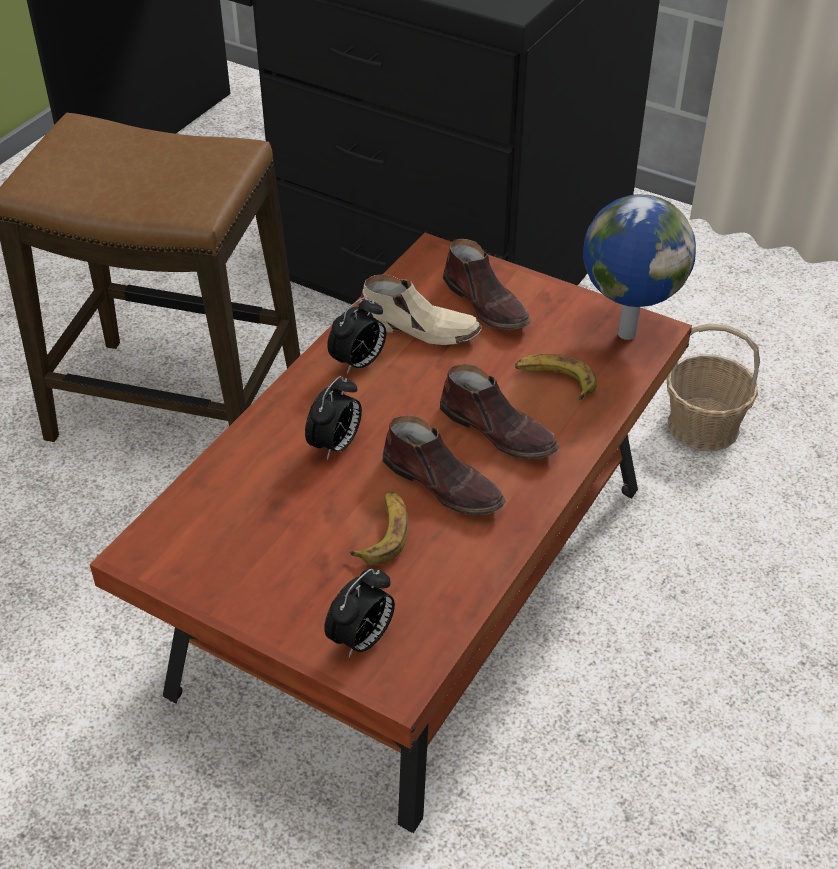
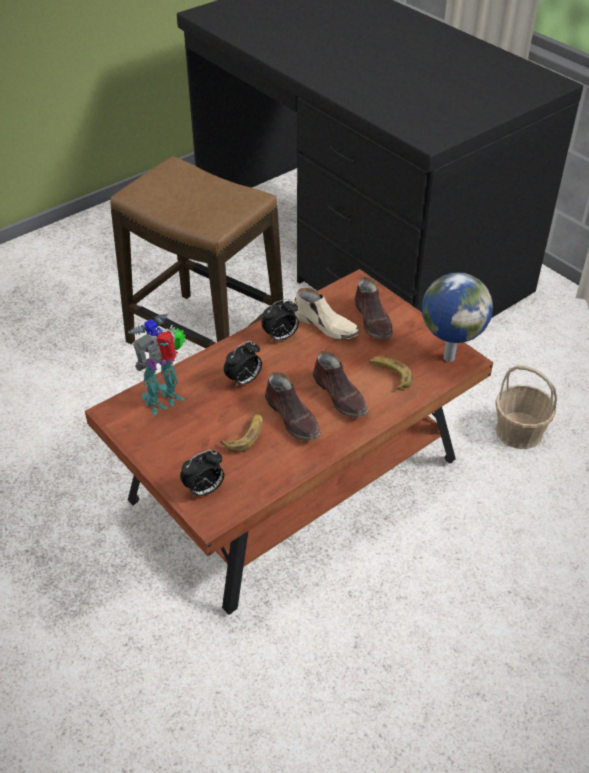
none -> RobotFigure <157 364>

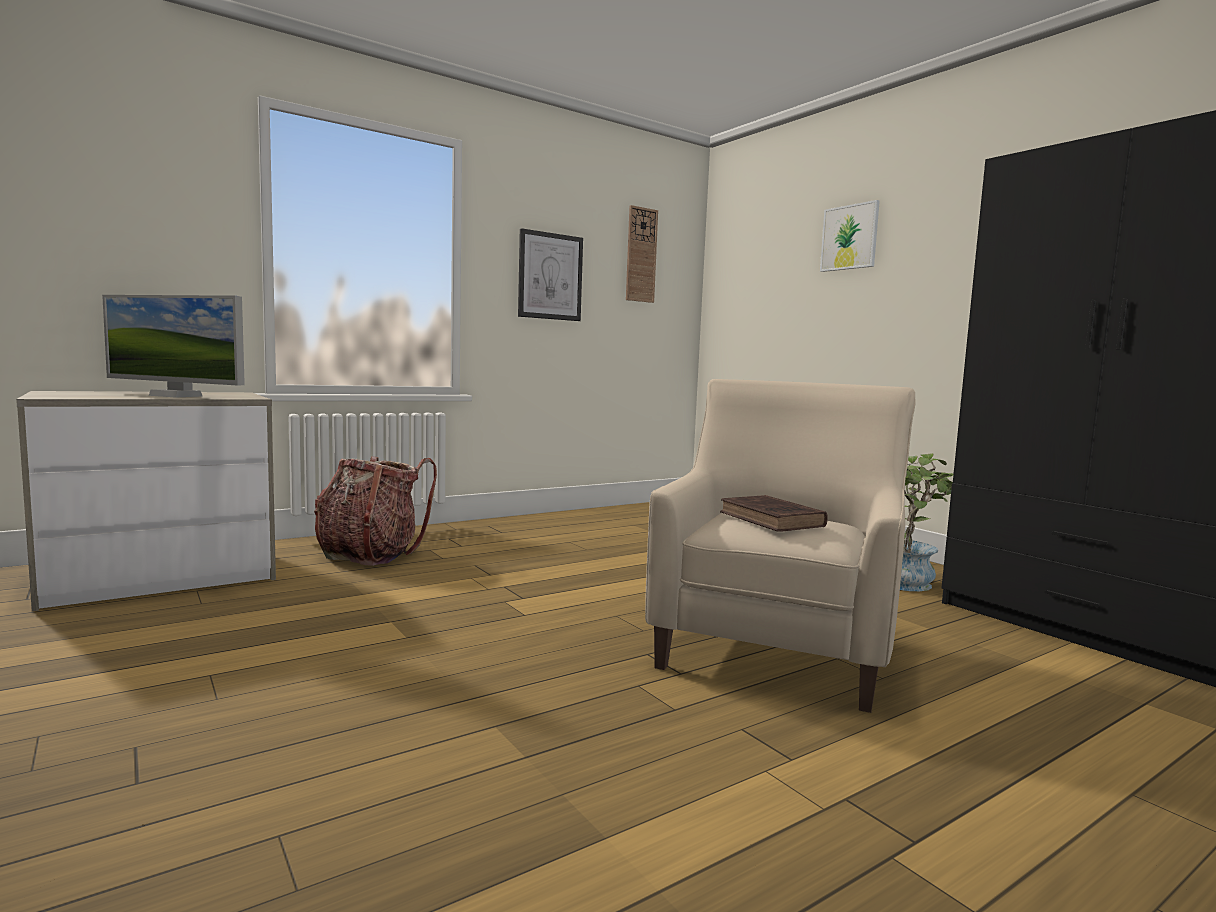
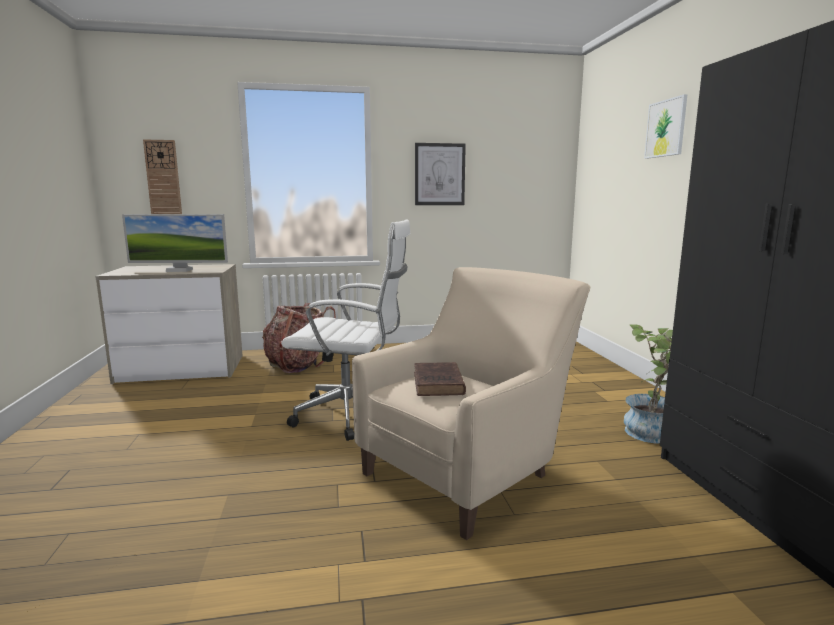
ComputerScreen <173 346> -> ComputerScreen <175 243>, 45 degrees counterclockwise
ClockOnTheWall <642 254> -> ClockOnTheWall <162 177>, moved
none -> WhiteDeskChair <346 330>

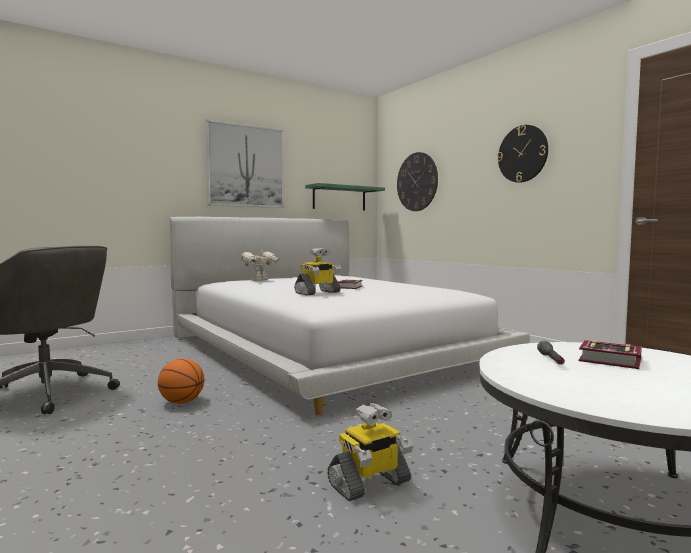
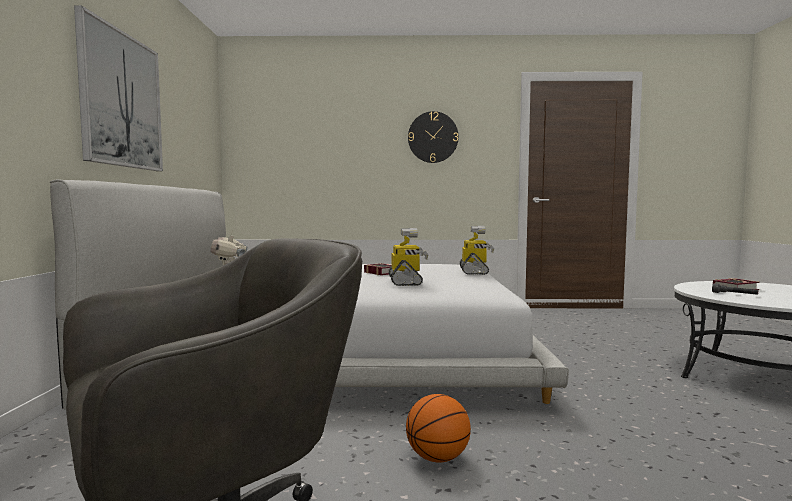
GreenWallShelf <345 196> -> none
RobotFigure <370 452> -> RobotFigure <477 250>, moved
ClockOnTheWall <417 181> -> none

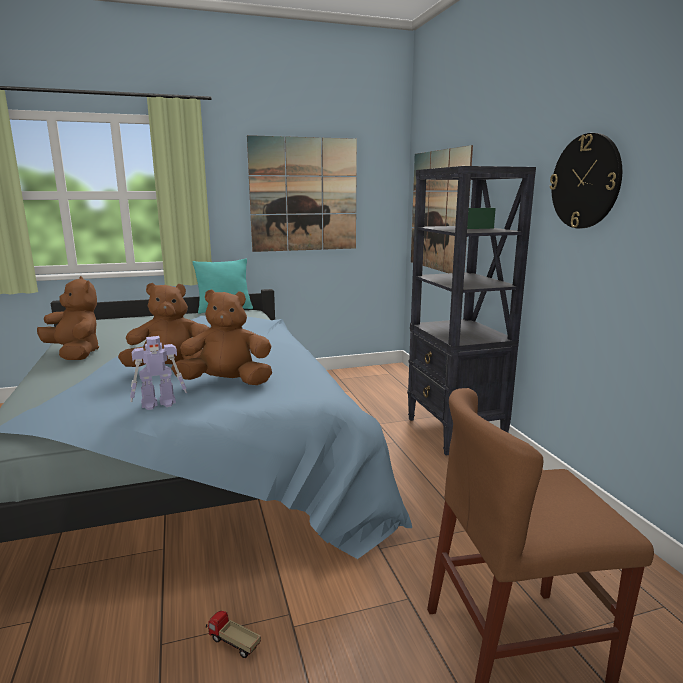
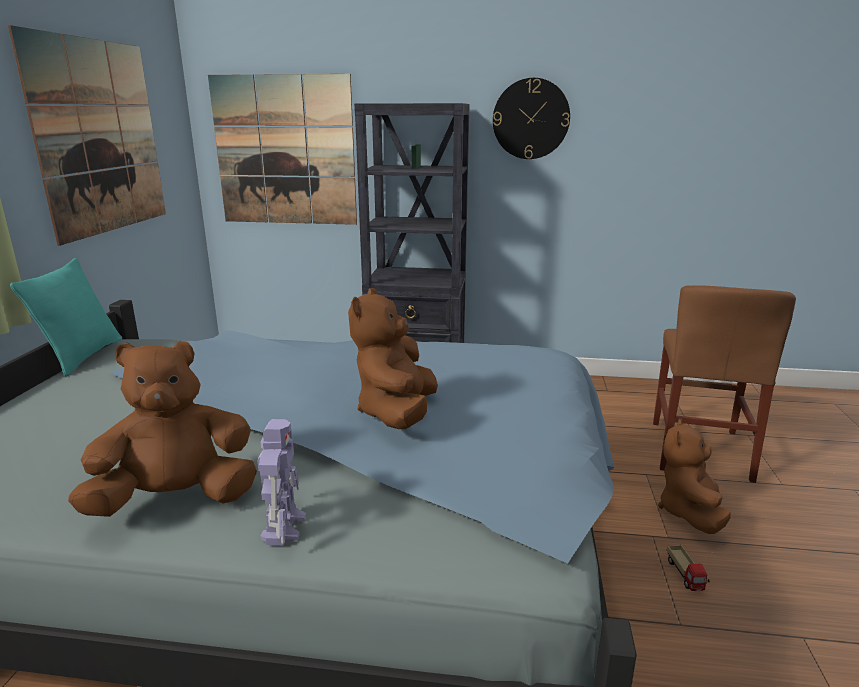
RobotFigure <158 373> -> RobotFigure <281 482>, moved
BrownishCuddlyToy <221 337> -> BrownishCuddlyToy <694 476>, moved
ModelTruck <233 634> -> ModelTruck <688 568>, 60 degrees counterclockwise

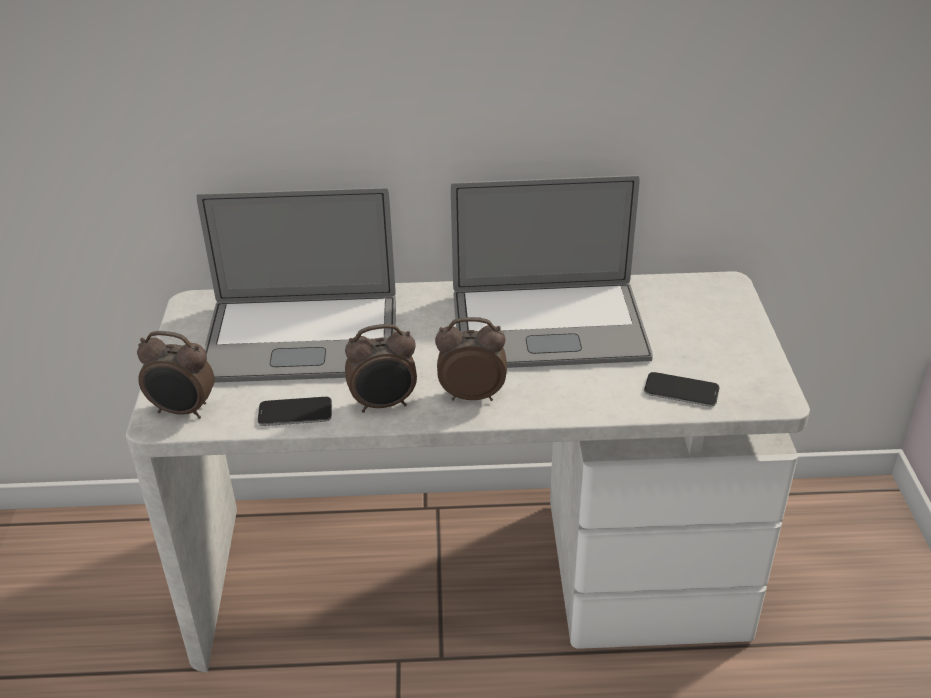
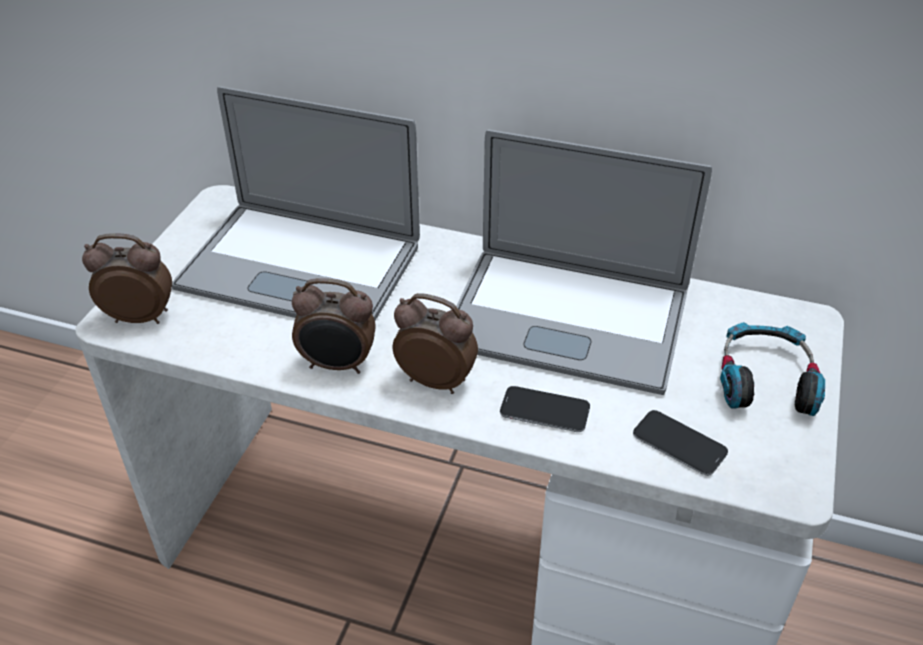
TableClock <175 375> -> TableClock <127 278>, 150 degrees clockwise
Telephone <295 411> -> Telephone <545 409>, moved
none -> Headset <772 369>

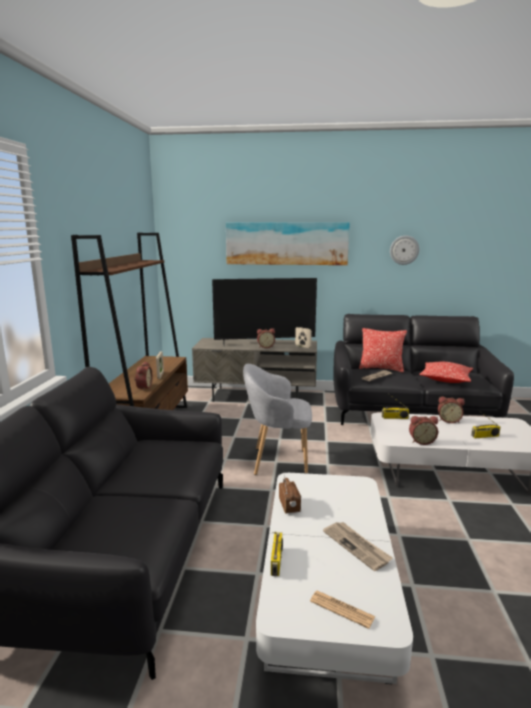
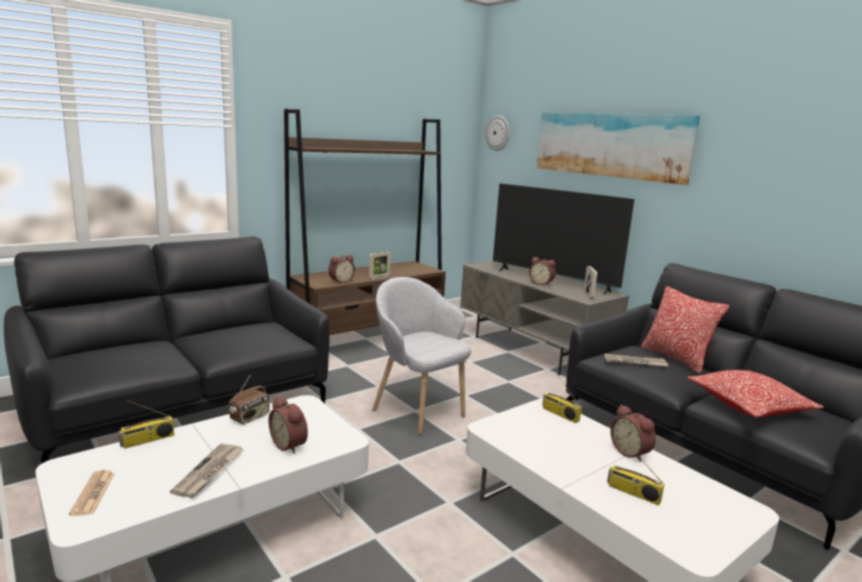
ClockOnTheWall <404 250> -> ClockOnTheWall <497 133>, moved
TableClock <423 430> -> TableClock <288 425>, moved

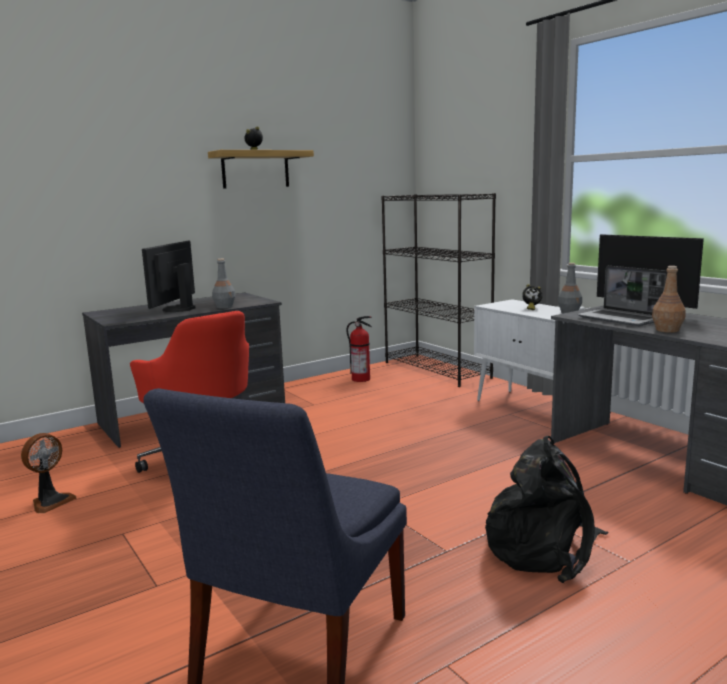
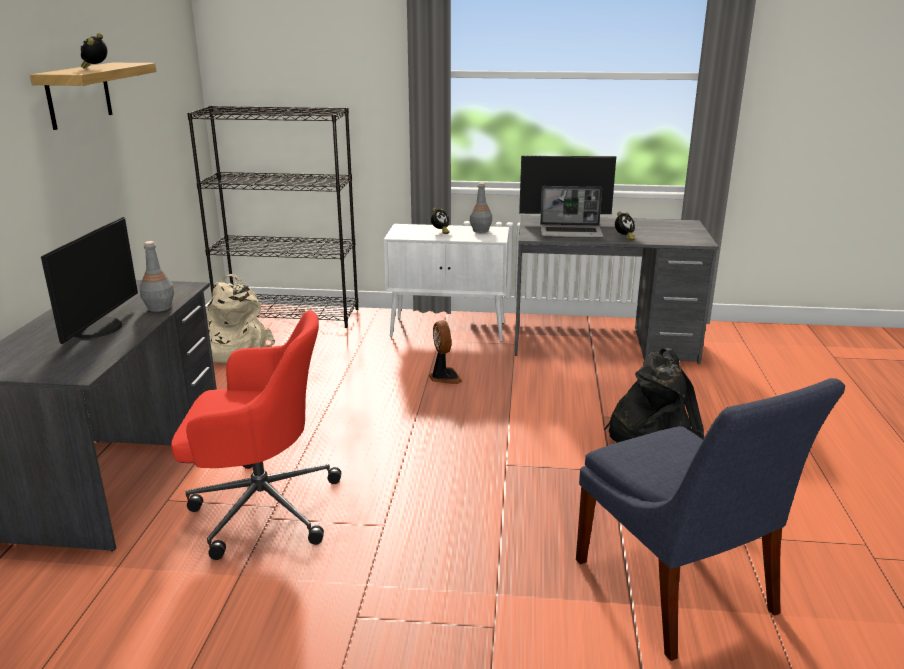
Fan <48 473> -> Fan <446 352>, moved
ComputerScreen <168 276> -> ComputerScreen <89 280>, 135 degrees counterclockwise
FireFightingCylinder <359 349> -> SandColouredRucksack <240 318>
BrownishBottle <669 299> -> TableClock <625 226>

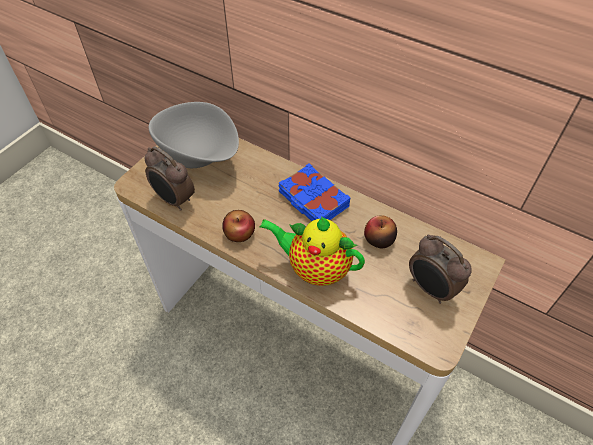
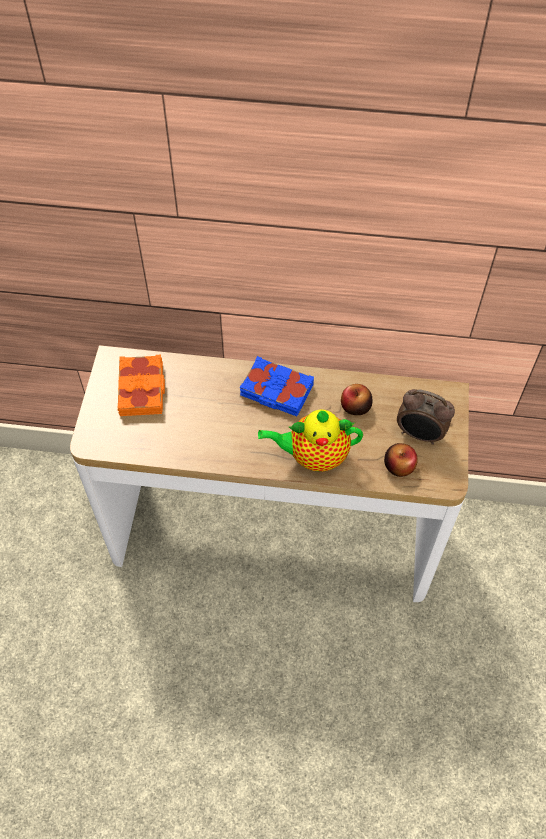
TableClock <169 178> -> none
GreyishBowl <194 135> -> OrangeColouredBoundBook <141 385>
Apple <238 226> -> Apple <401 460>, moved

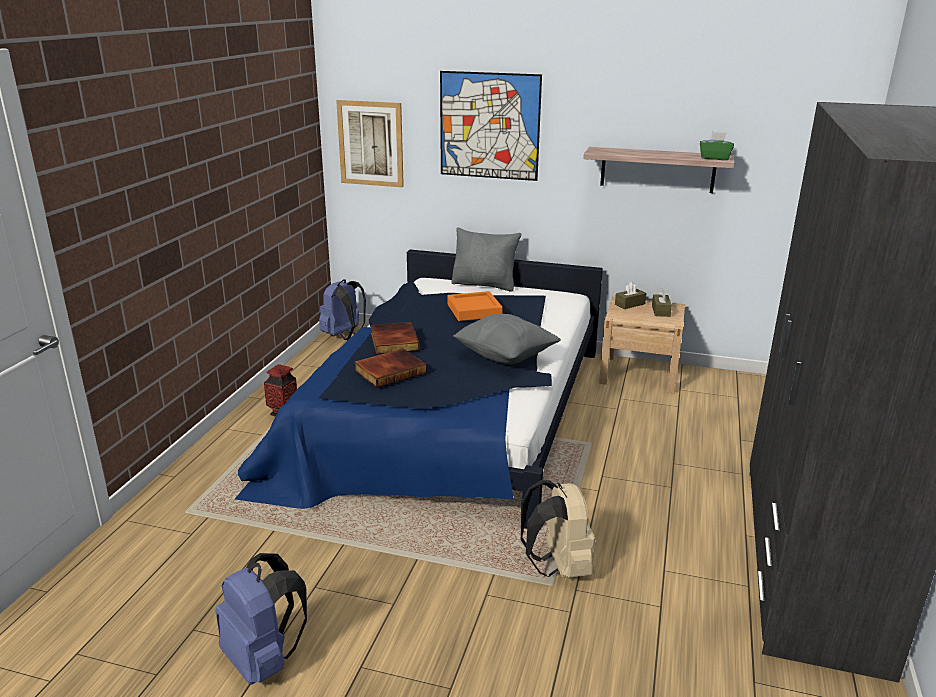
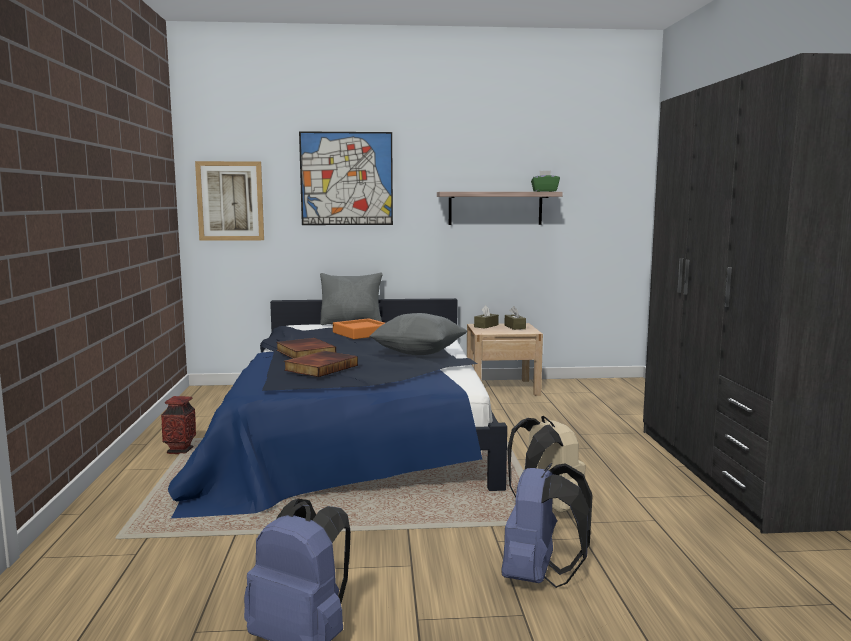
BluishRucksack <342 309> -> BluishRucksack <547 525>, moved

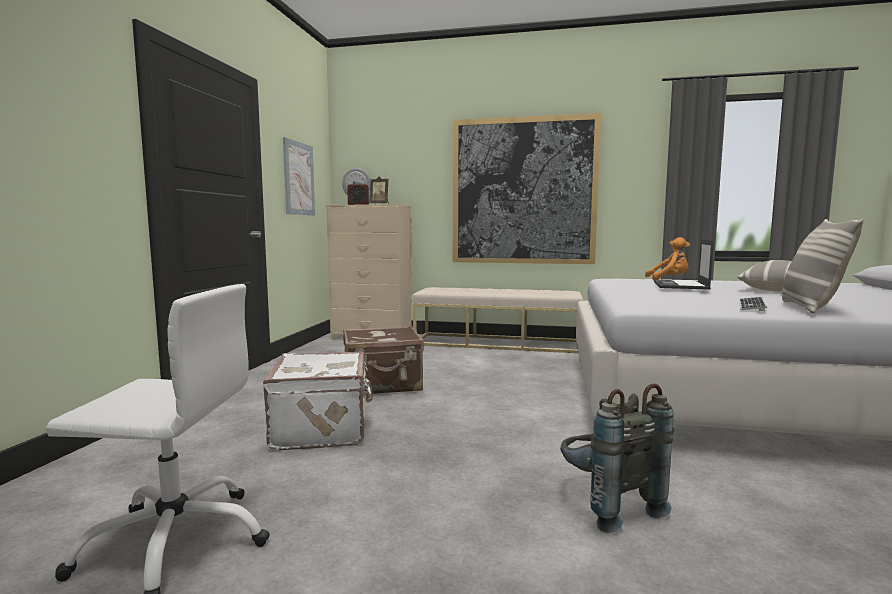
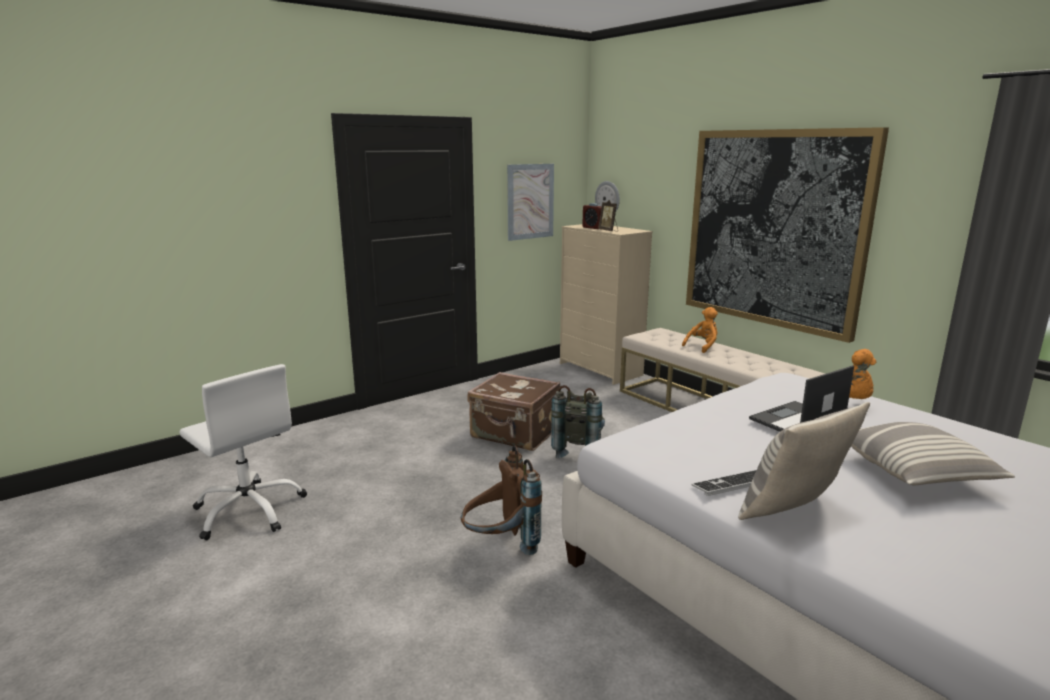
WhitePieceOfLuggage <318 400> -> none
GreyishRucksack <617 458> -> GreyishRucksack <578 421>, moved
none -> BrownishRucksack <501 500>
none -> OrangeColouredCuddlyToy <700 330>

